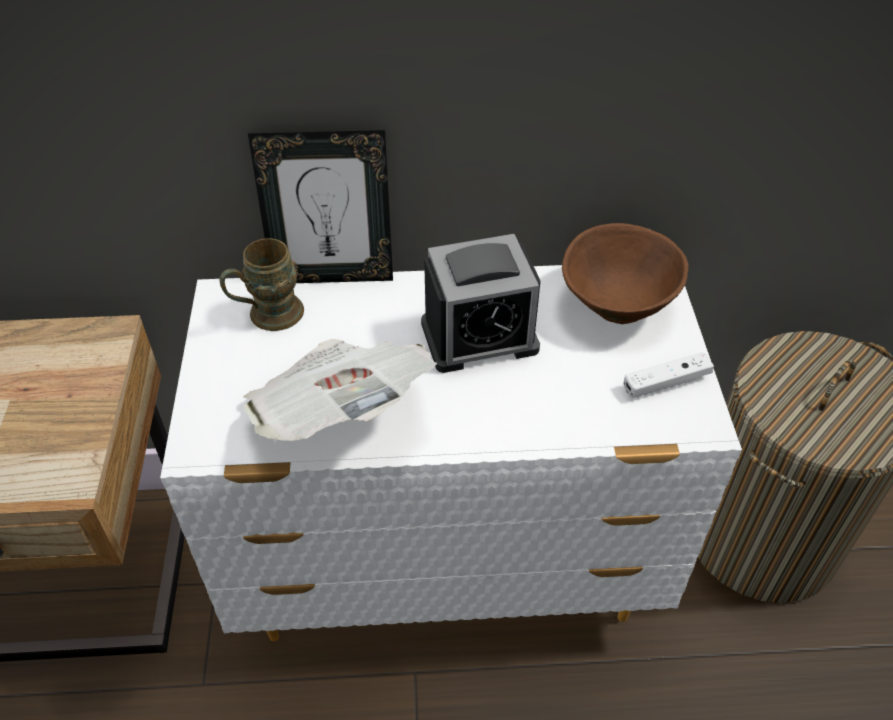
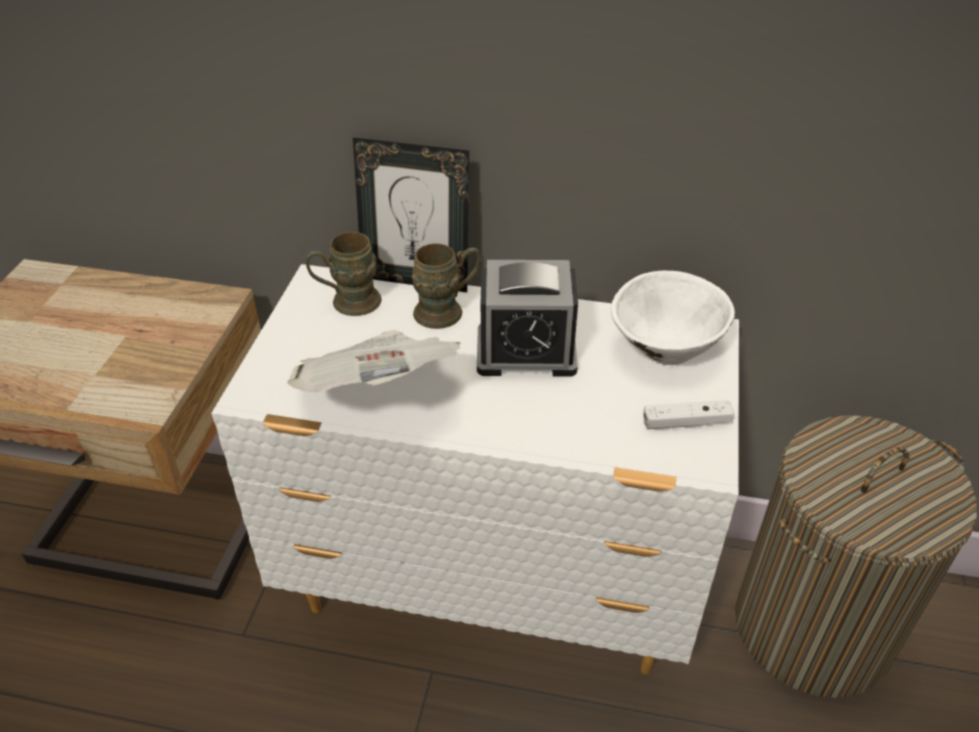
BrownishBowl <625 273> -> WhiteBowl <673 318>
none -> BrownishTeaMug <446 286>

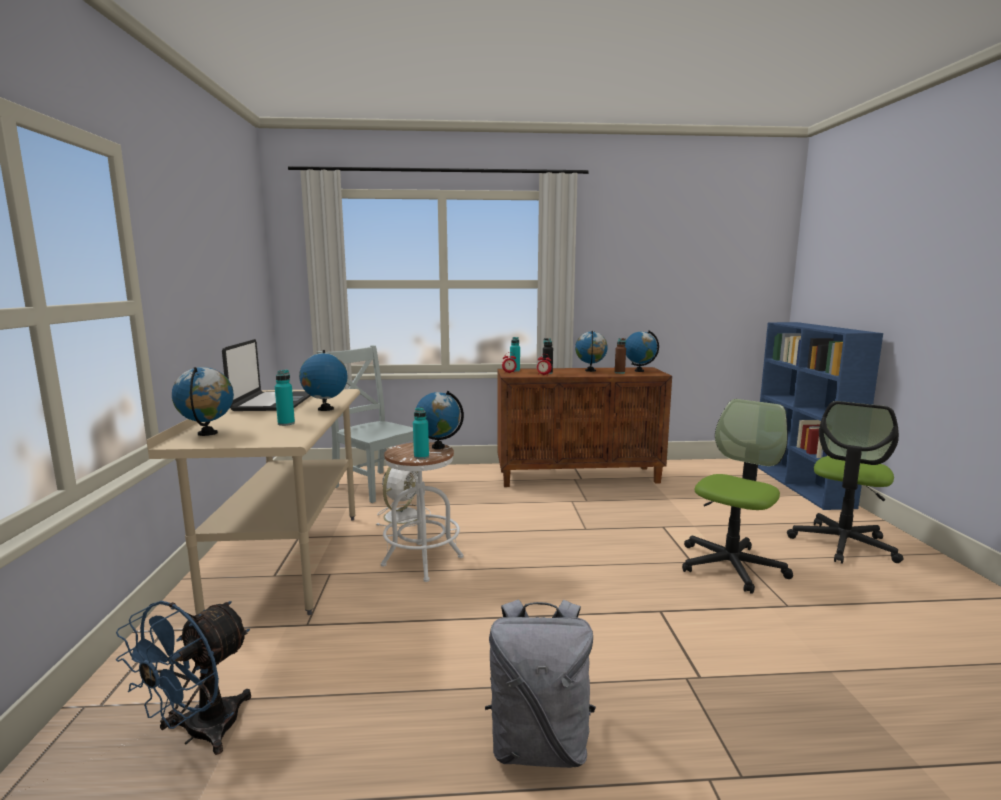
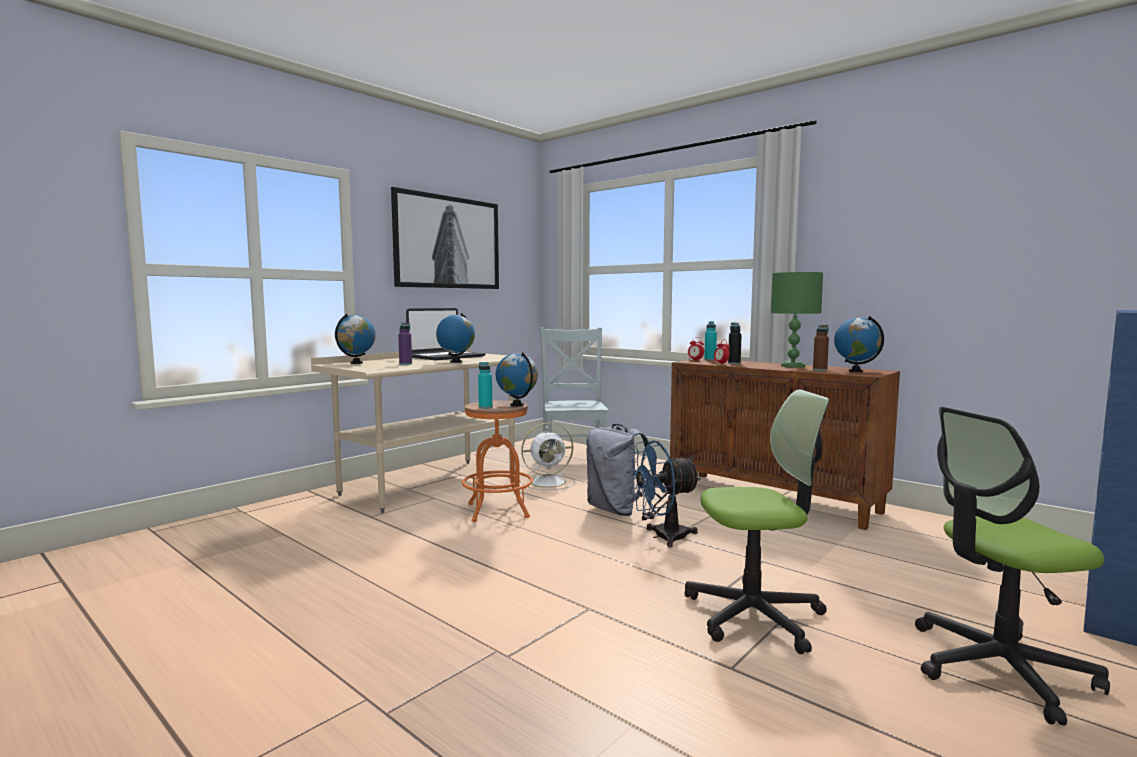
BluishFan <183 678> -> BluishFan <664 493>, moved
TurquoiseBottle <285 397> -> PurplishBottle <405 343>
WhiteSittingStool <422 512> -> OrangeColouredSittingStool <497 461>
GreyishRucksack <540 683> -> GreyishRucksack <622 470>, moved
DeskGlobe <591 351> -> GreenLampForATable <797 320>
none -> WallPicture <445 238>

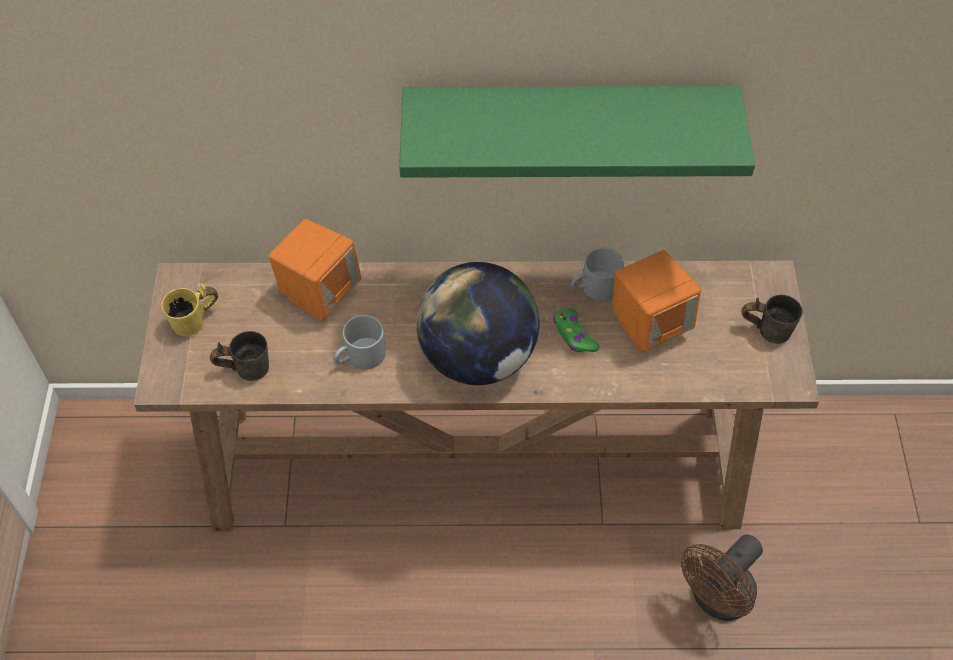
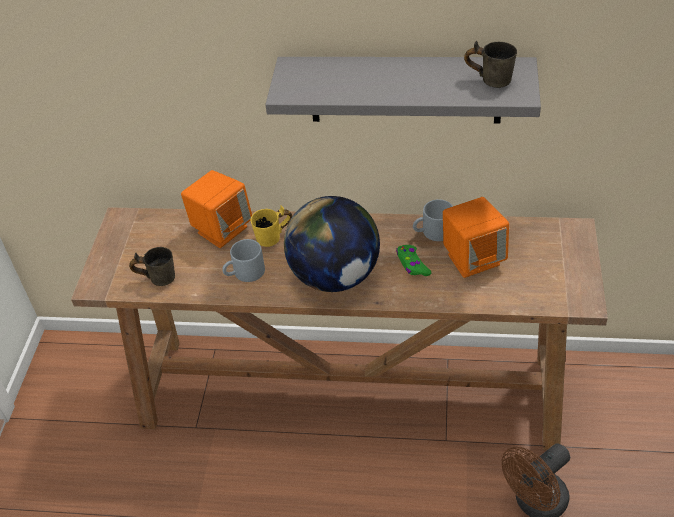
YellowTeaMug <189 309> -> YellowTeaMug <271 226>, moved
GreenWallShelf <577 132> -> GreyishWallShelf <403 90>
GreyishTeaMug <772 319> -> GreyishTeaMug <490 64>, moved

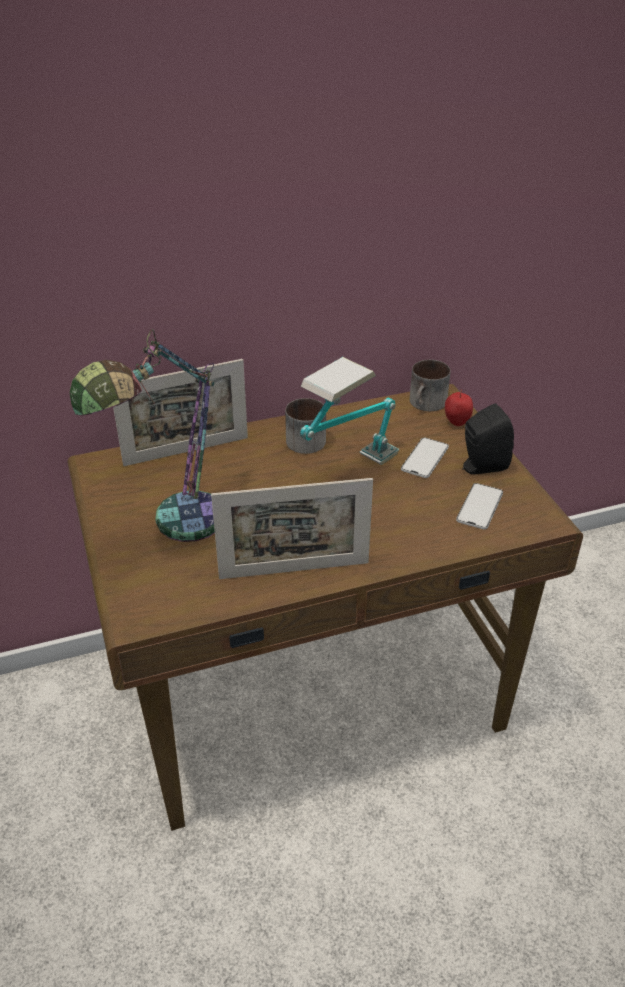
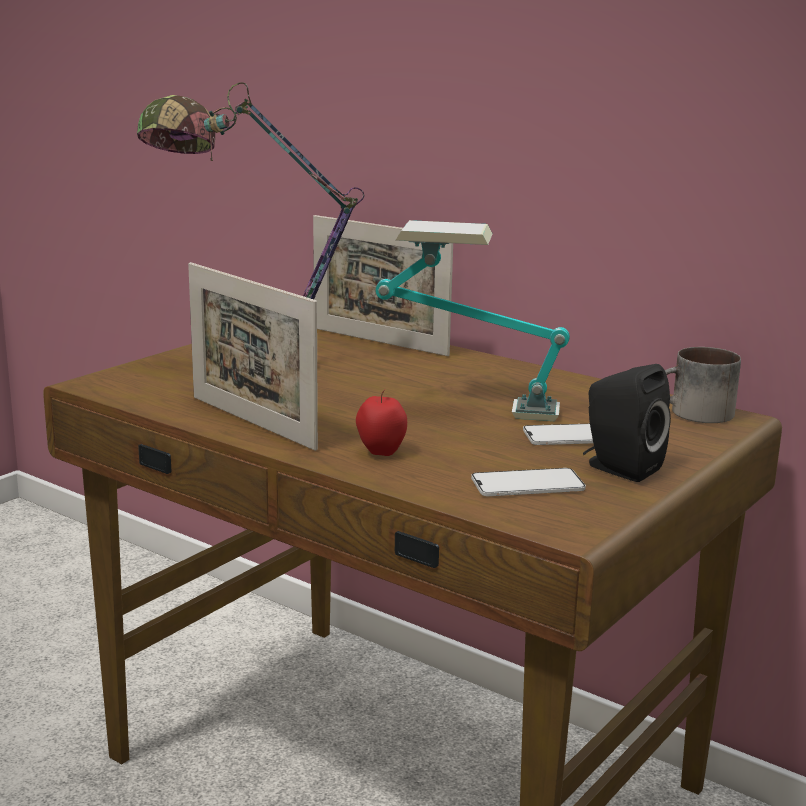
TeaMug <305 426> -> none
Apple <459 408> -> Apple <381 422>, moved

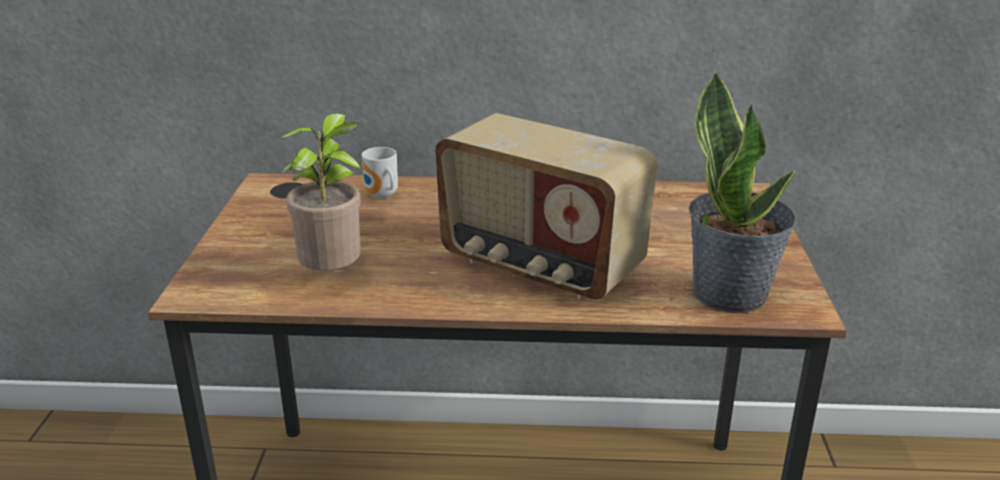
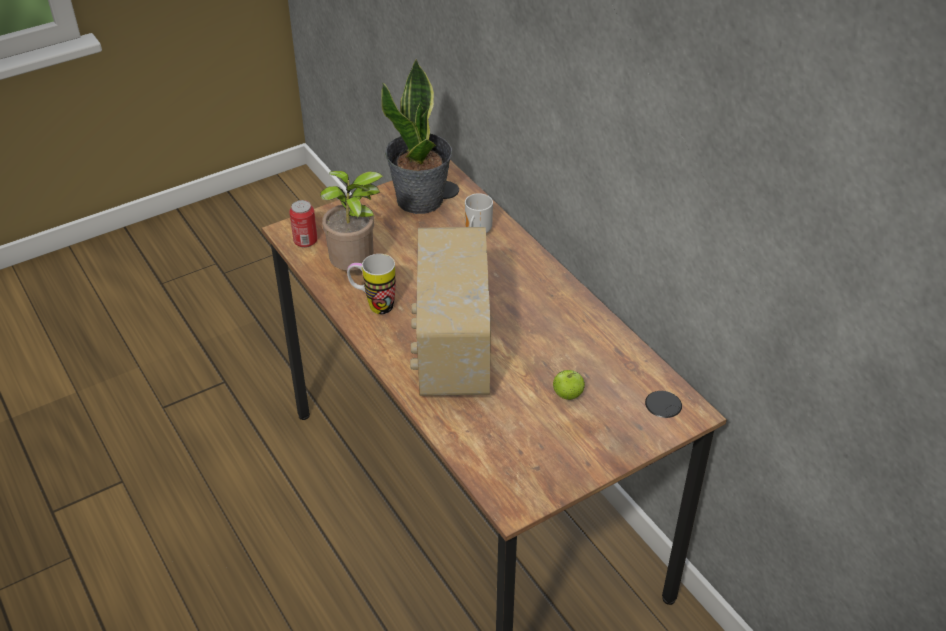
Houseplant <743 191> -> Houseplant <416 136>, moved
none -> Can <303 224>
none -> TeaMug <371 284>
none -> Apple <569 385>

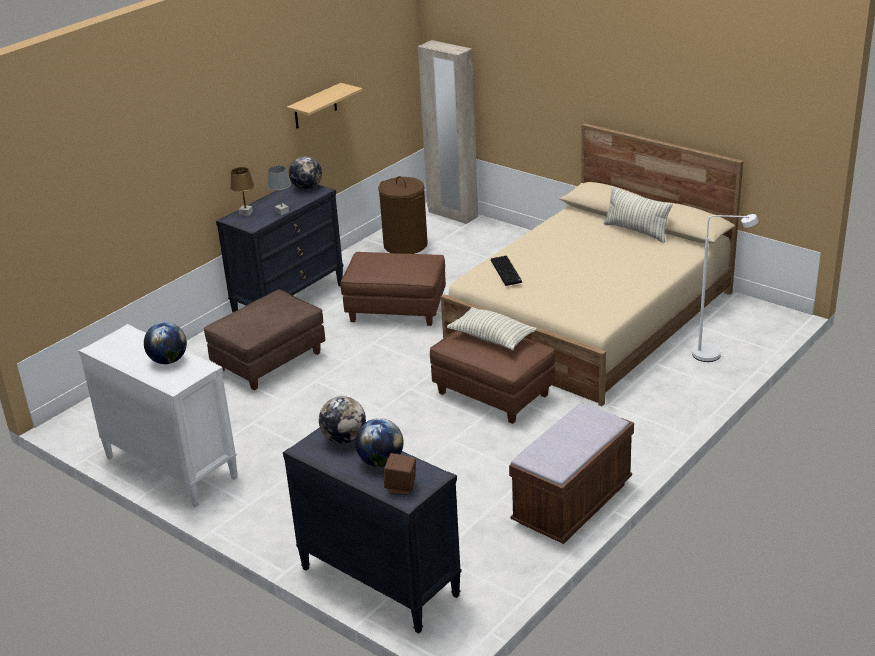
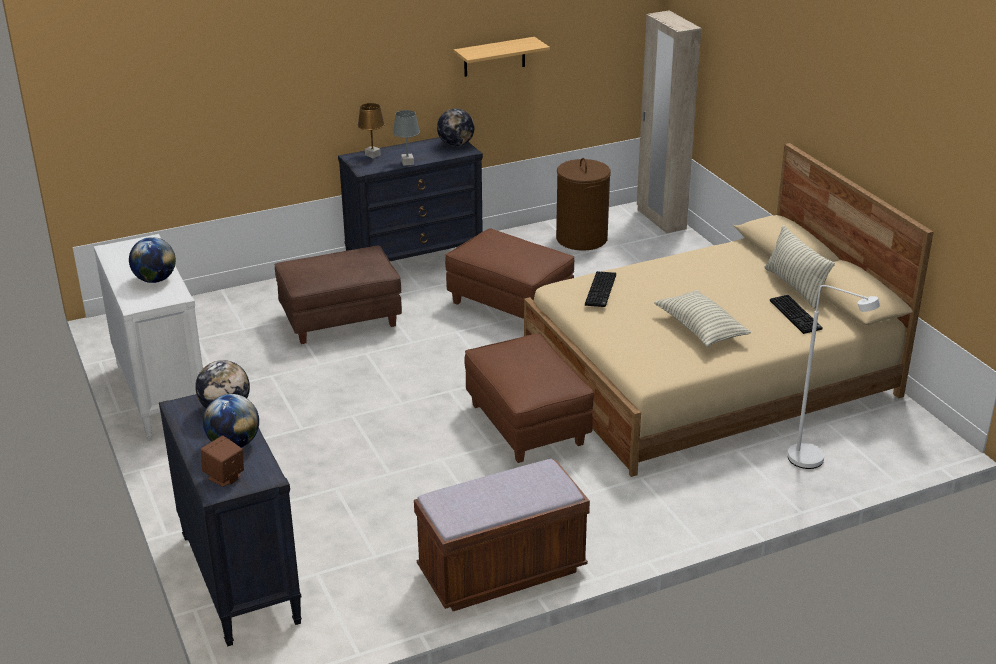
Cushion <492 328> -> Cushion <702 318>, moved
none -> ComputerKeyboard <796 314>

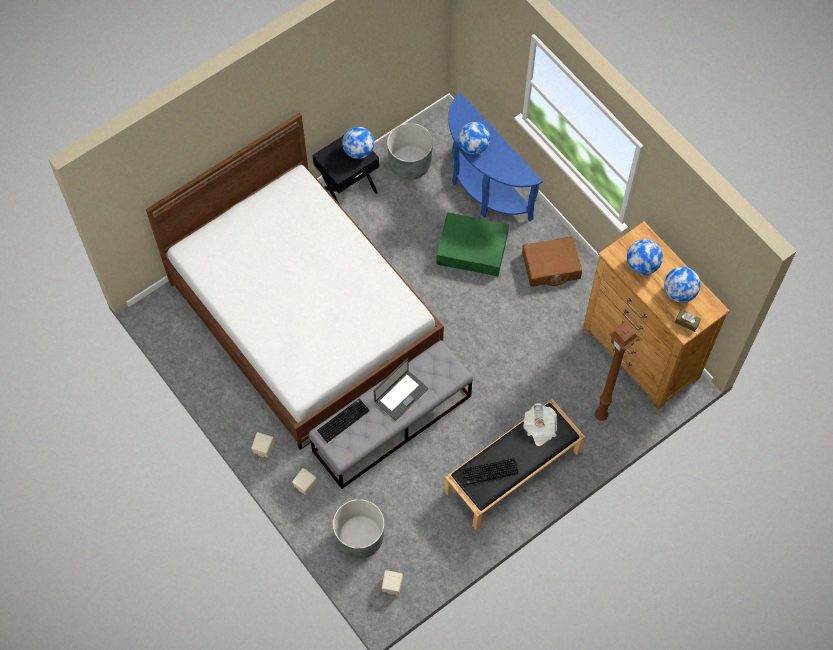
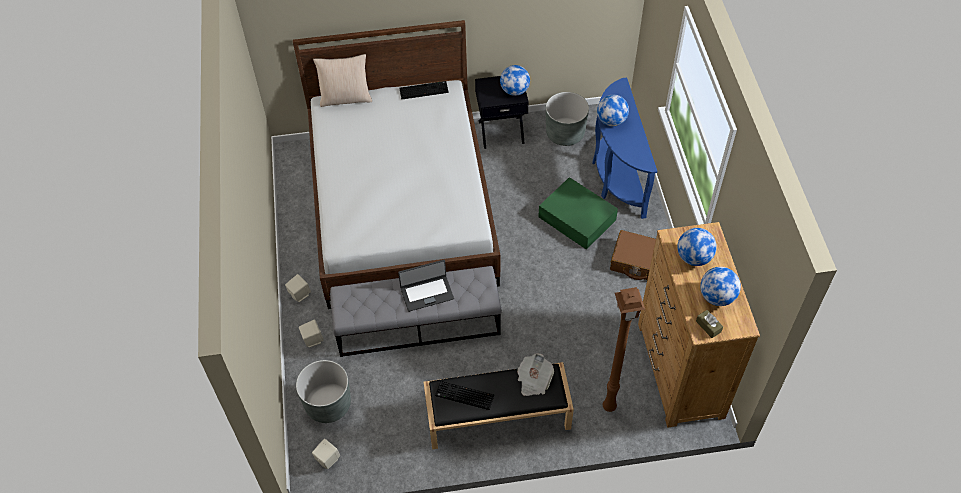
ComputerKeyboard <343 420> -> ComputerKeyboard <424 90>, moved
none -> SandColouredCushion <342 80>

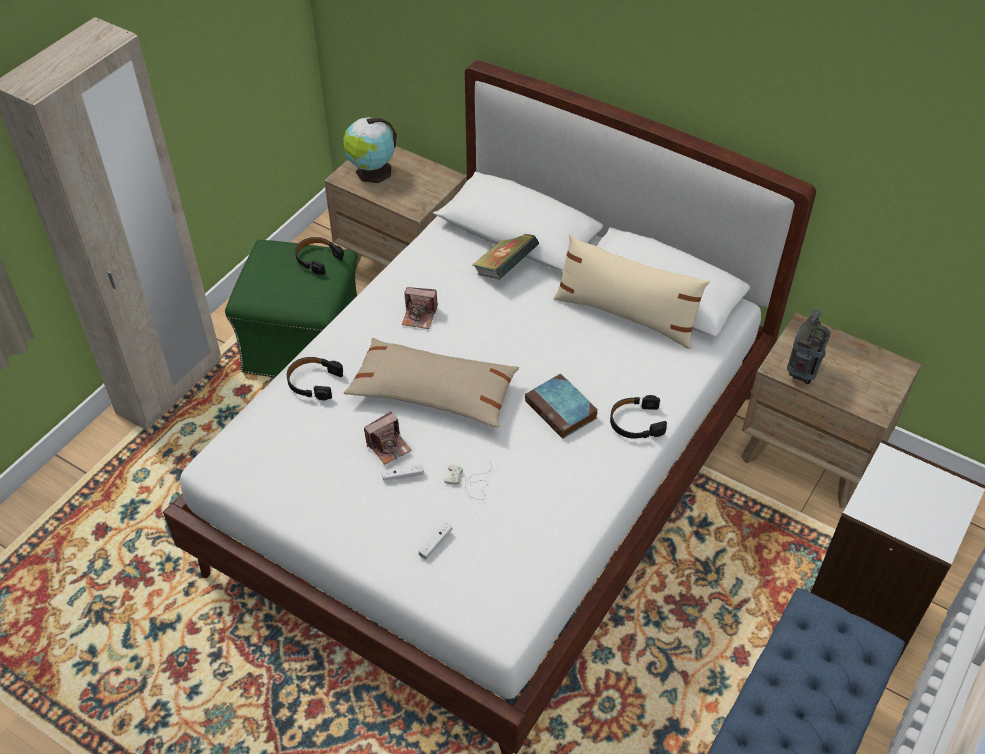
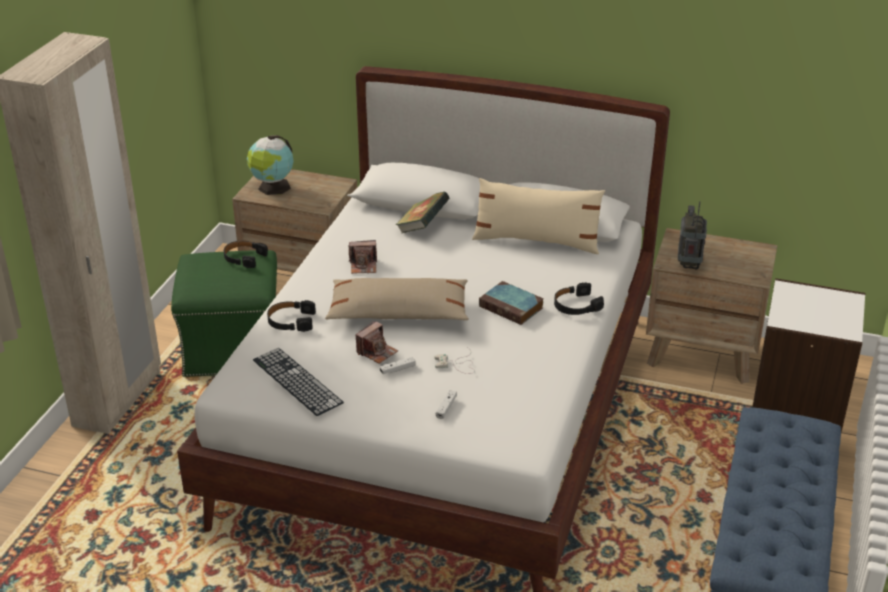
none -> ComputerKeyboard <298 382>

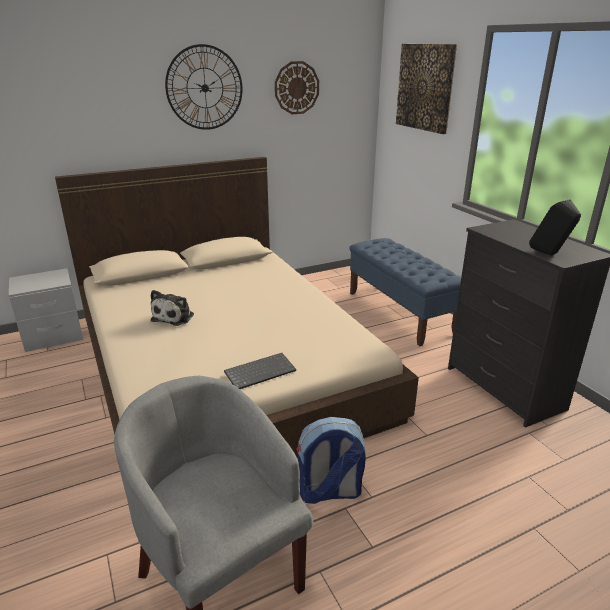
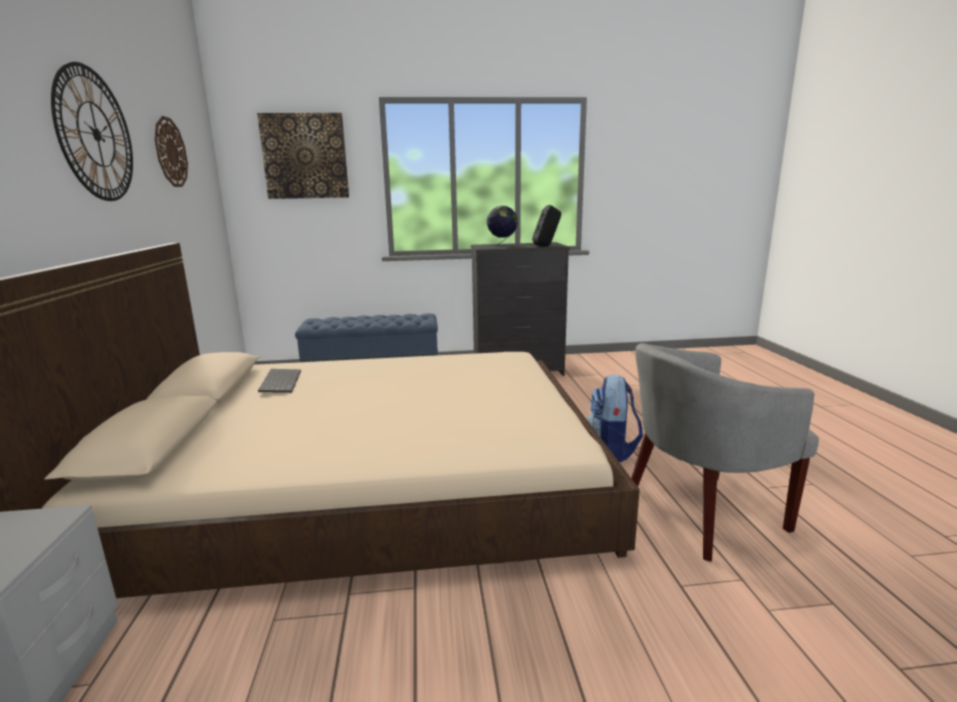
CuddlyToy <172 308> -> none
ComputerKeyboard <260 371> -> ComputerKeyboard <279 381>, moved
none -> DeskGlobe <502 226>

